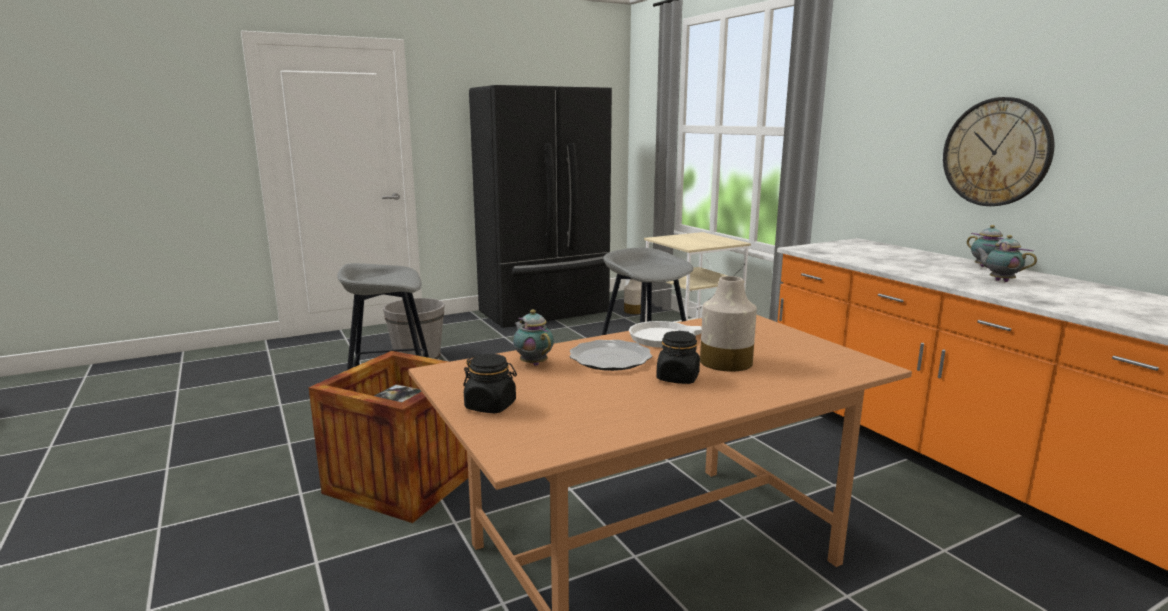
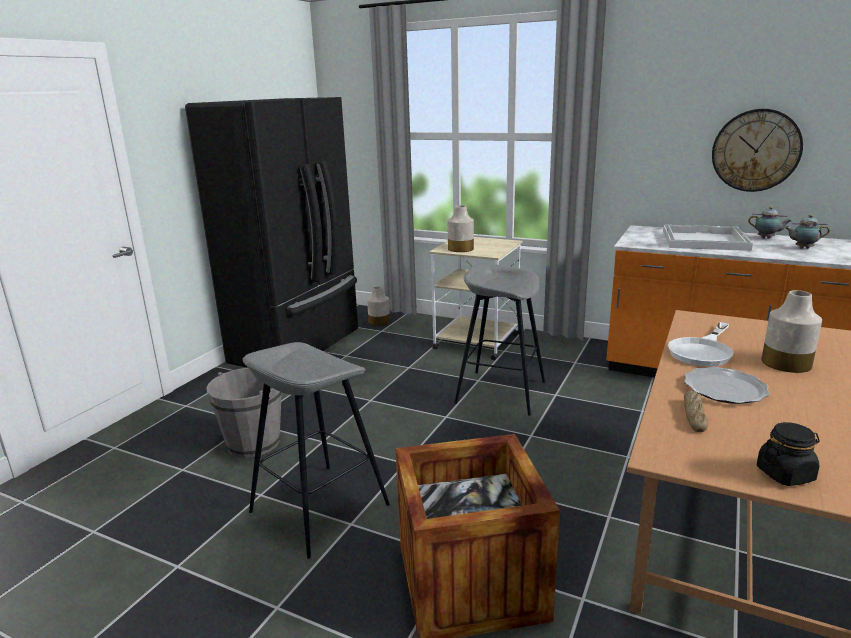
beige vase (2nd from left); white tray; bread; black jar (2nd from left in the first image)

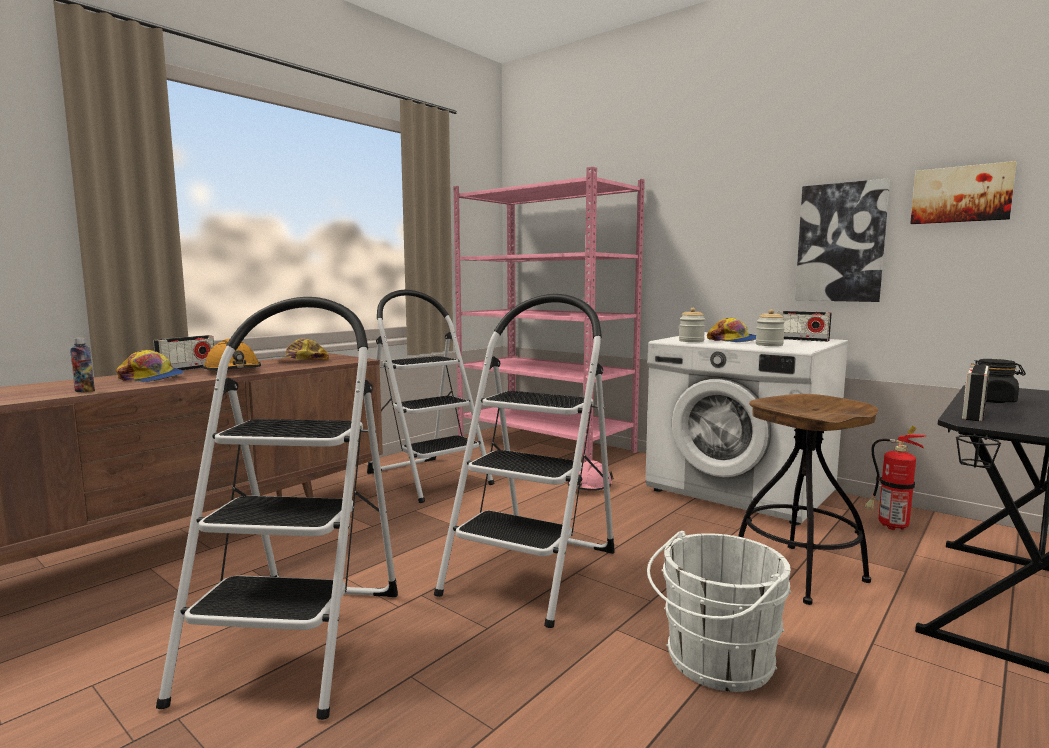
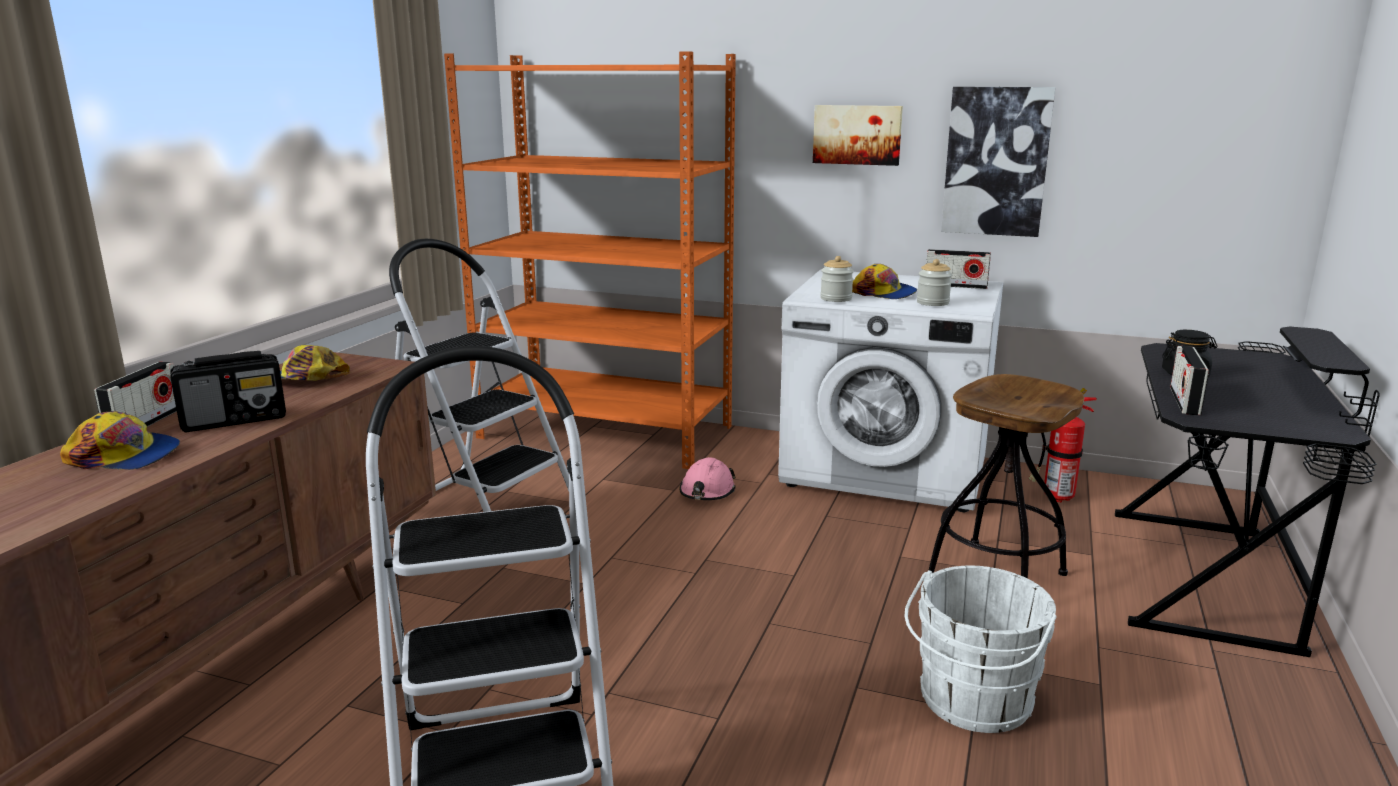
radio (2nd from left); orange bookcase; picture (1st from left); bottle; step ladder (3rd from left in the first image)

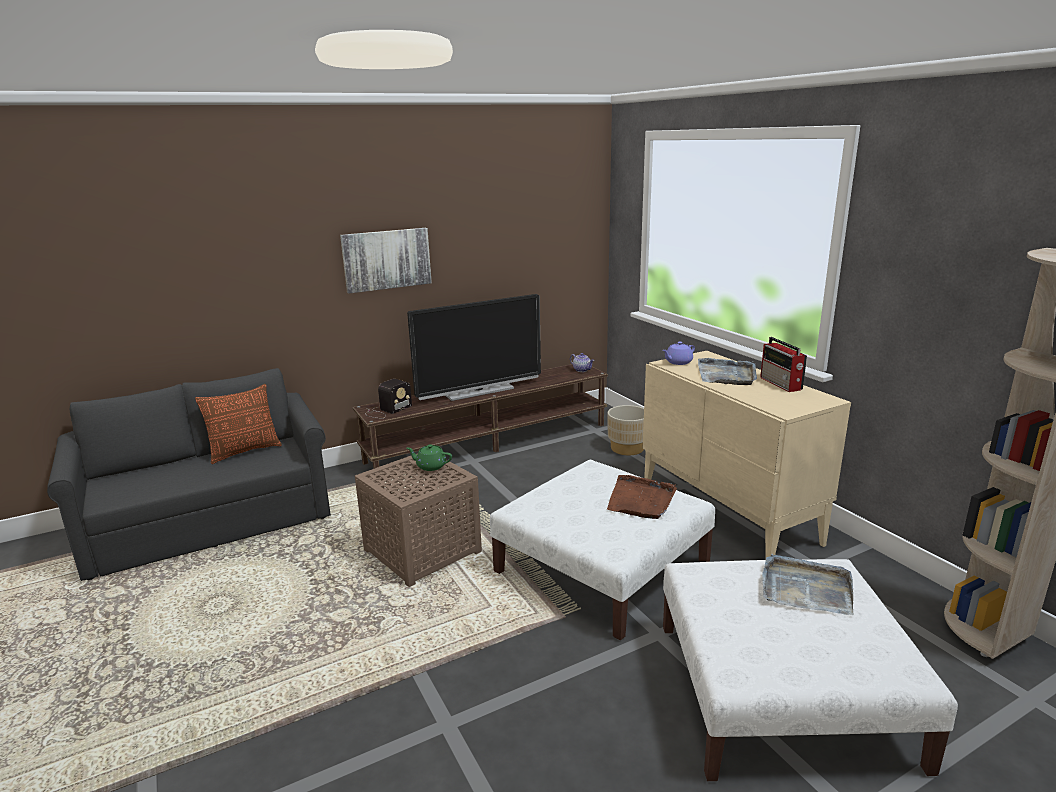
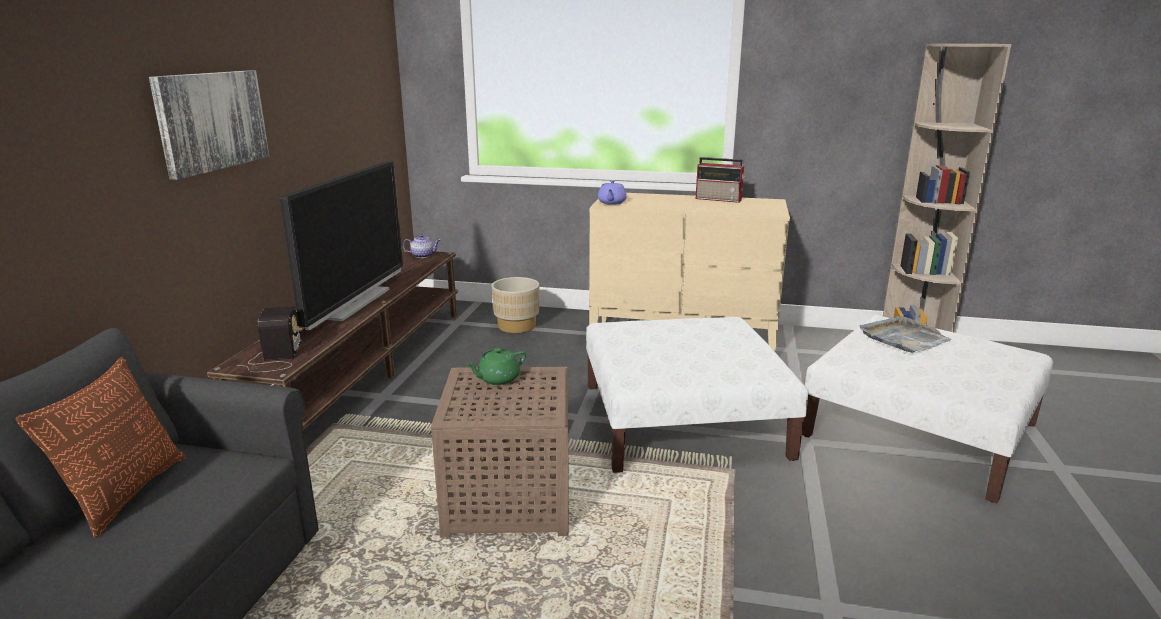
brown tray; grey tray (1st from left in the first image)

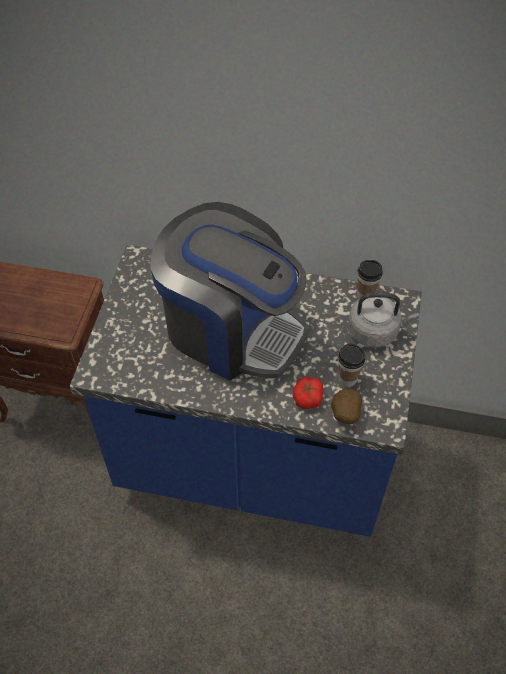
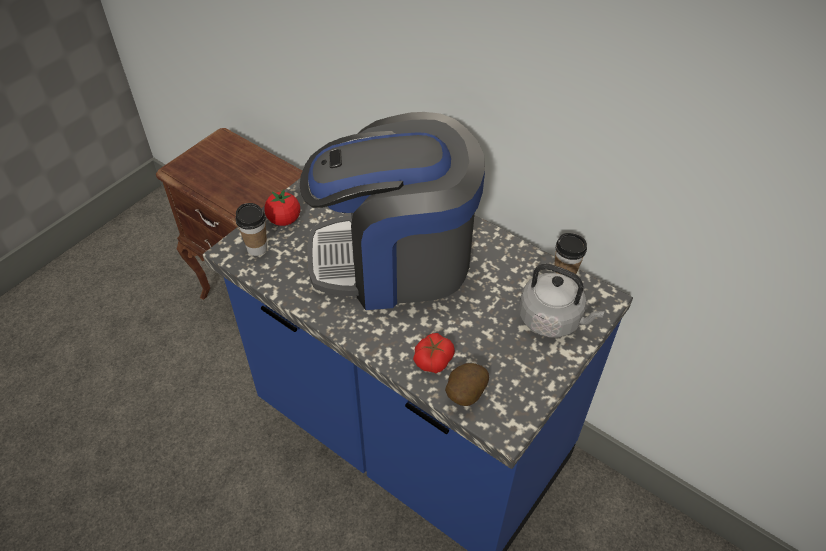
cup (1st from left); tomato (1st from left); coffee machine

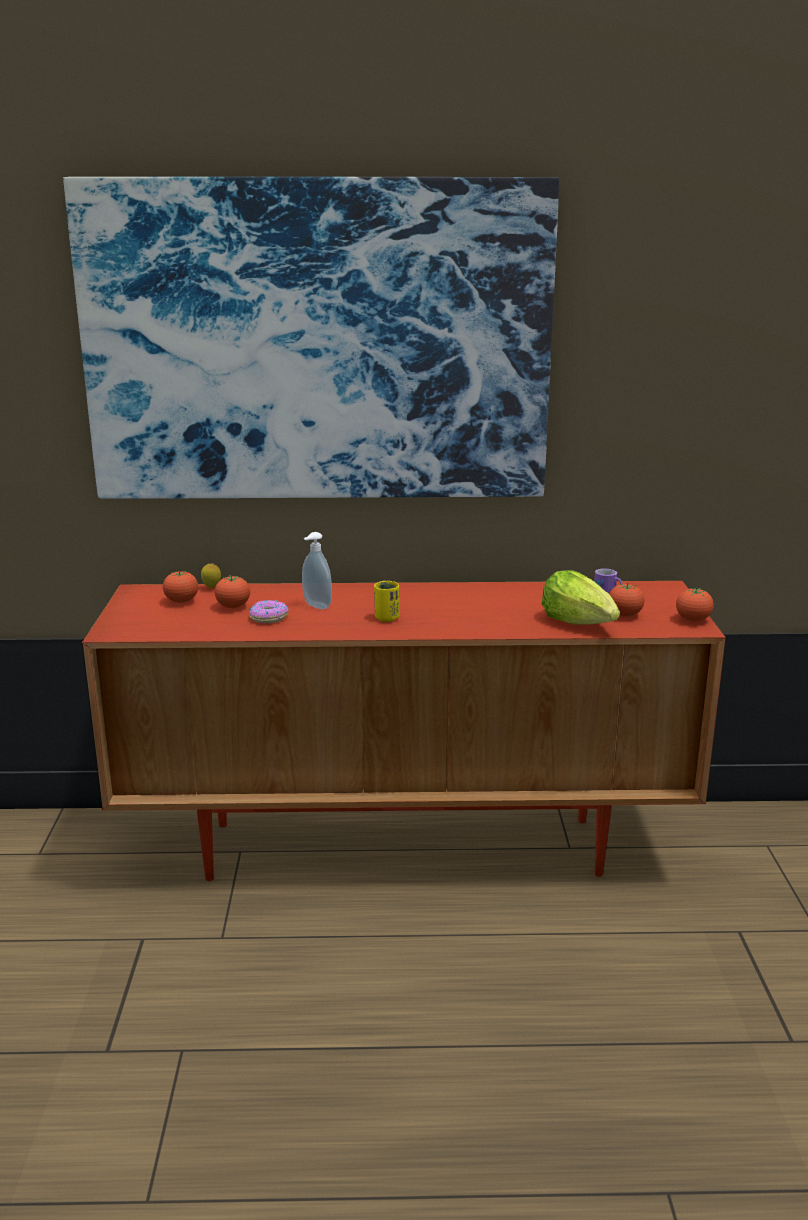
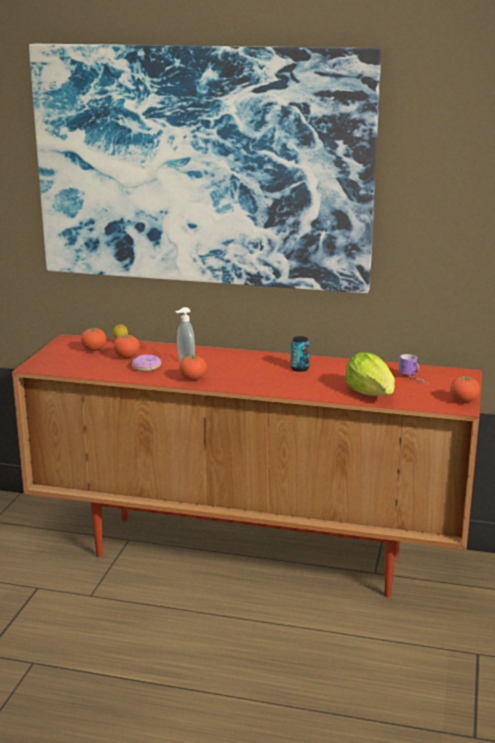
tomato (3rd from left); can; yellow cup

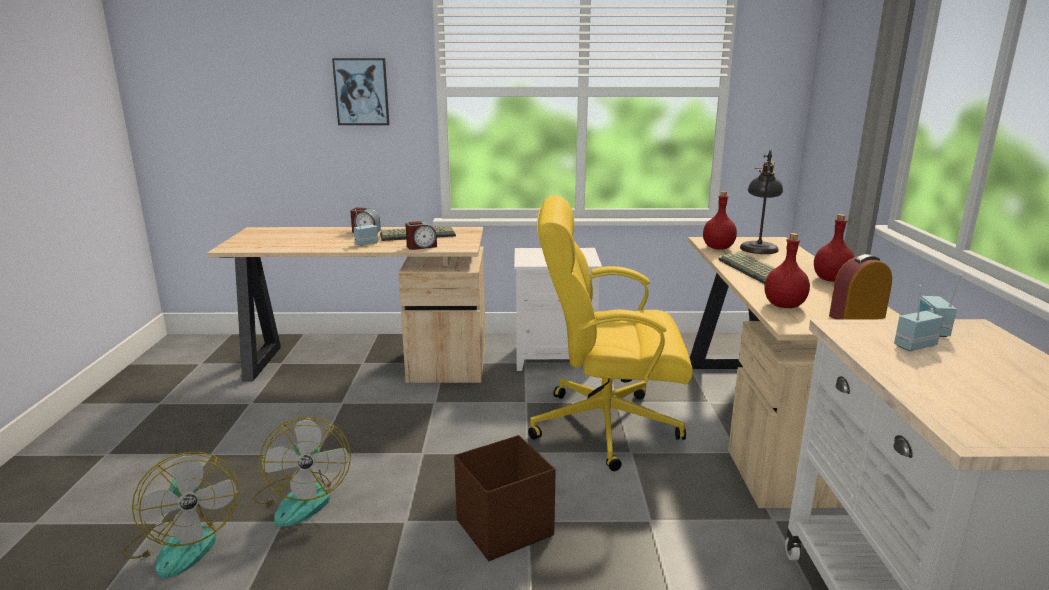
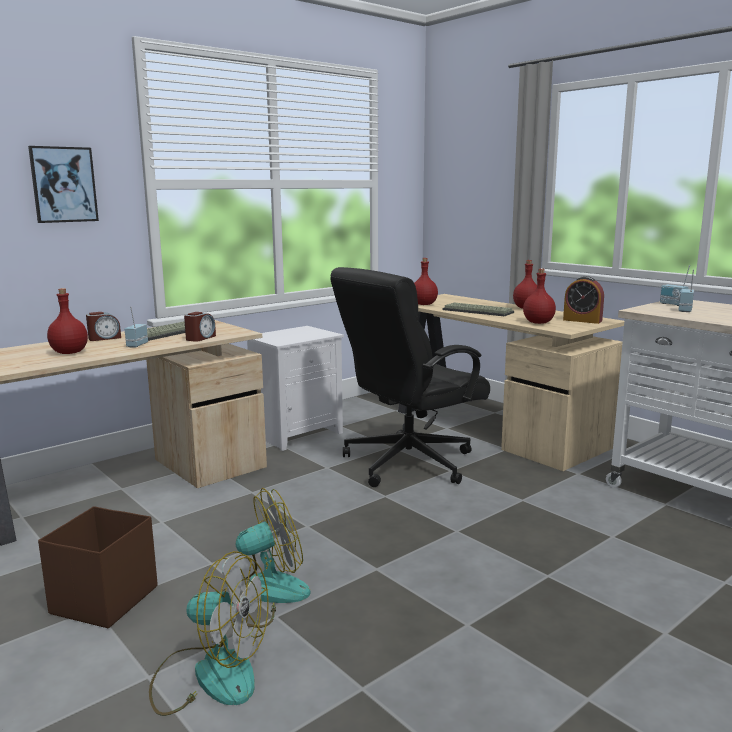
brown storage box; red bottle (1st from left); fan (2nd from left); black office chair; alarm clock (3rd from left); grey table lamp

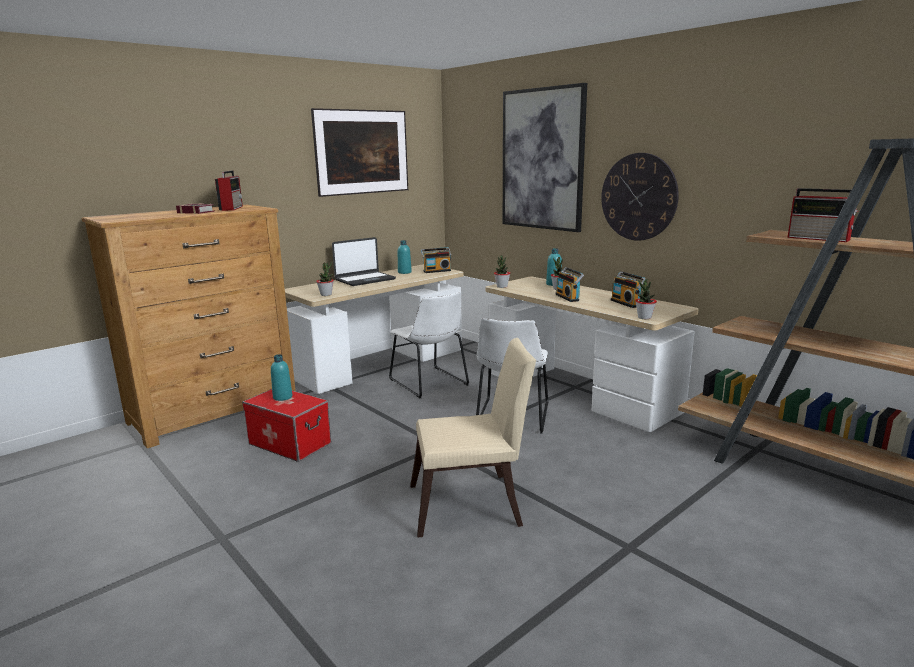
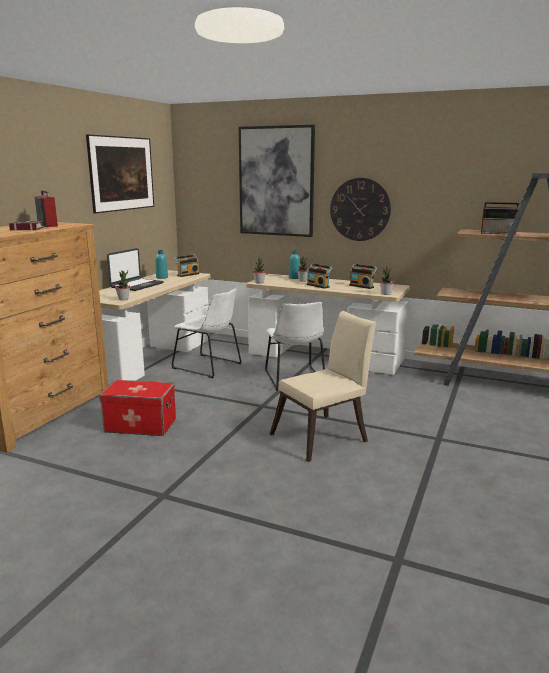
turquoise bottle (1st from left in the first image)

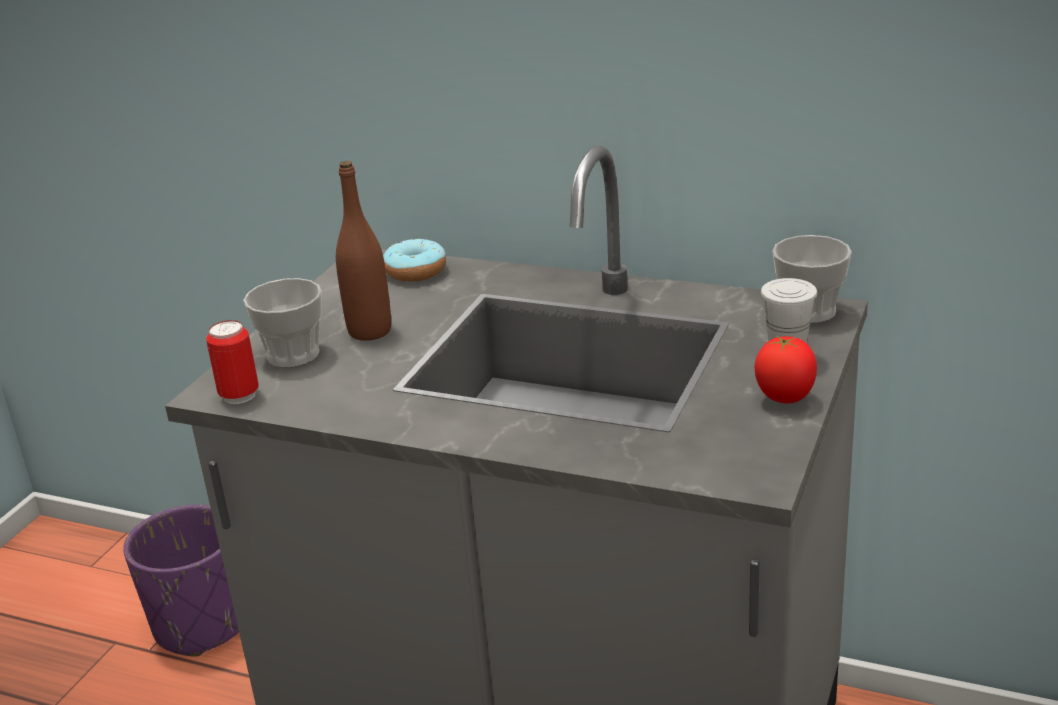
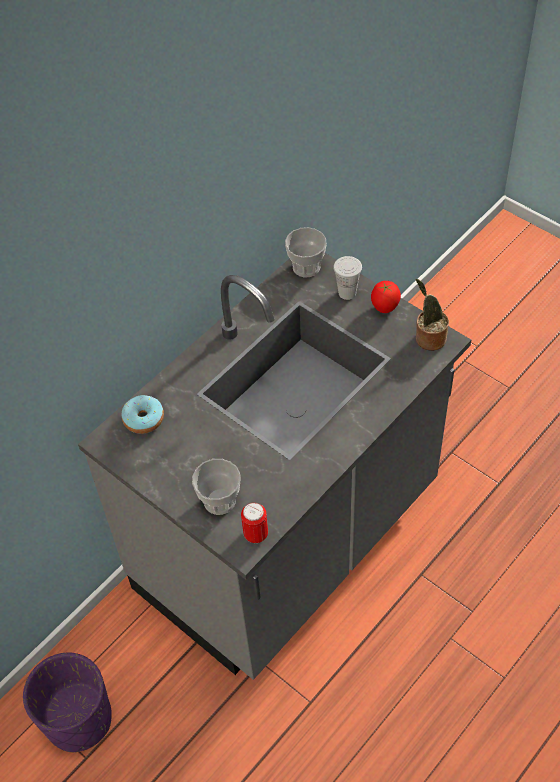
potted plant; brown bottle

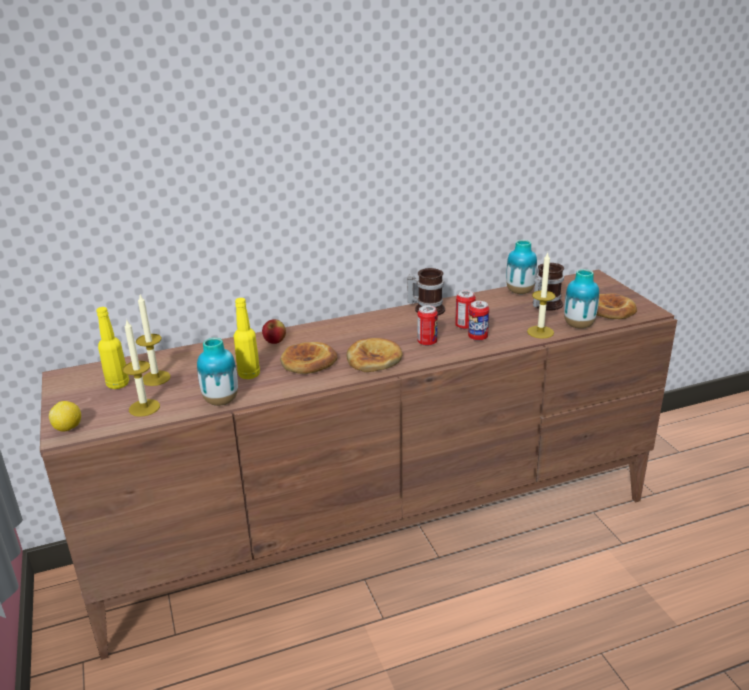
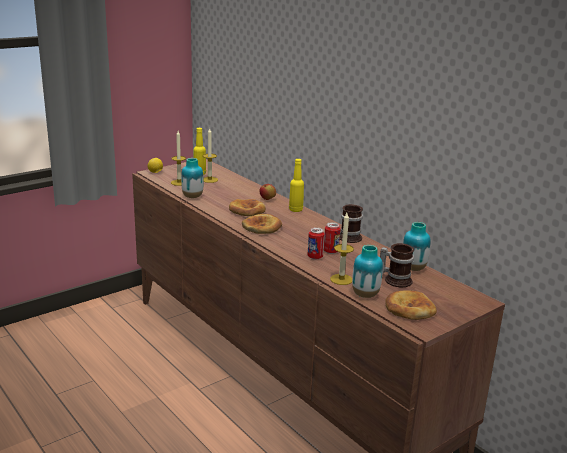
yellow bottle (2nd from left); can (1st from left in the first image)

